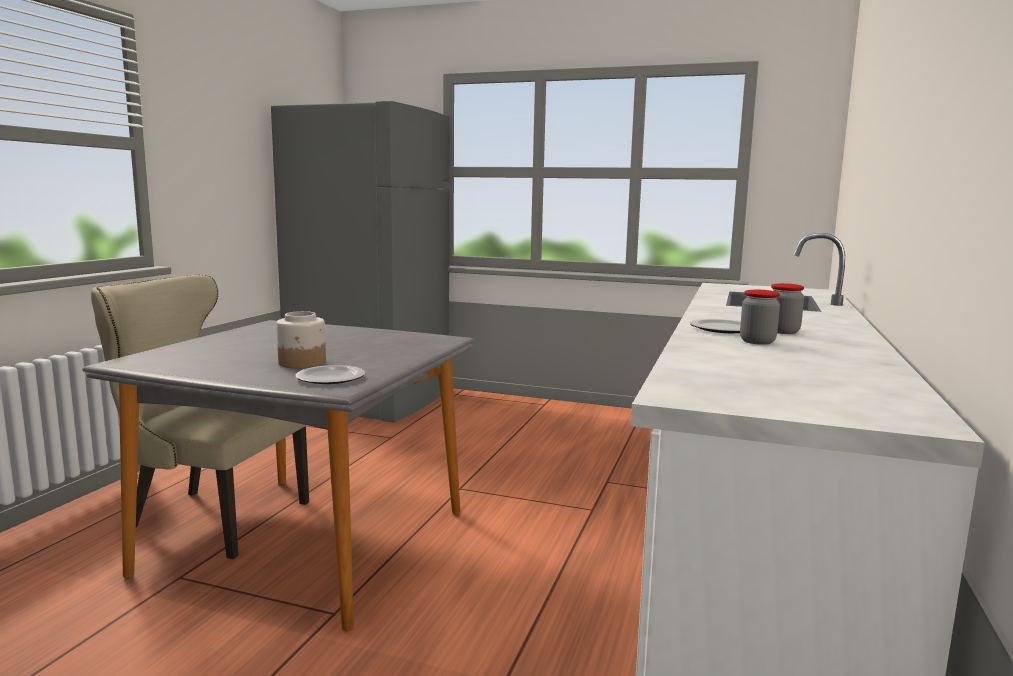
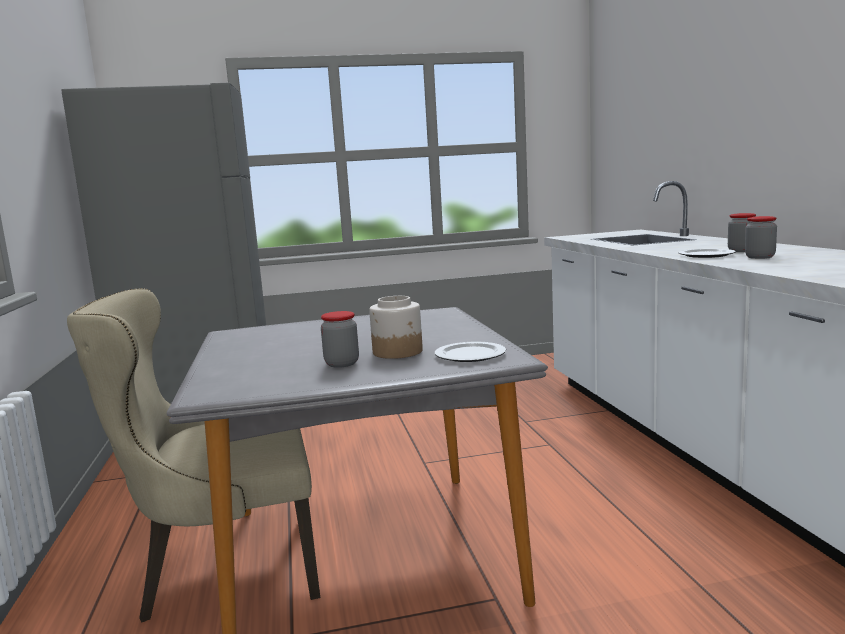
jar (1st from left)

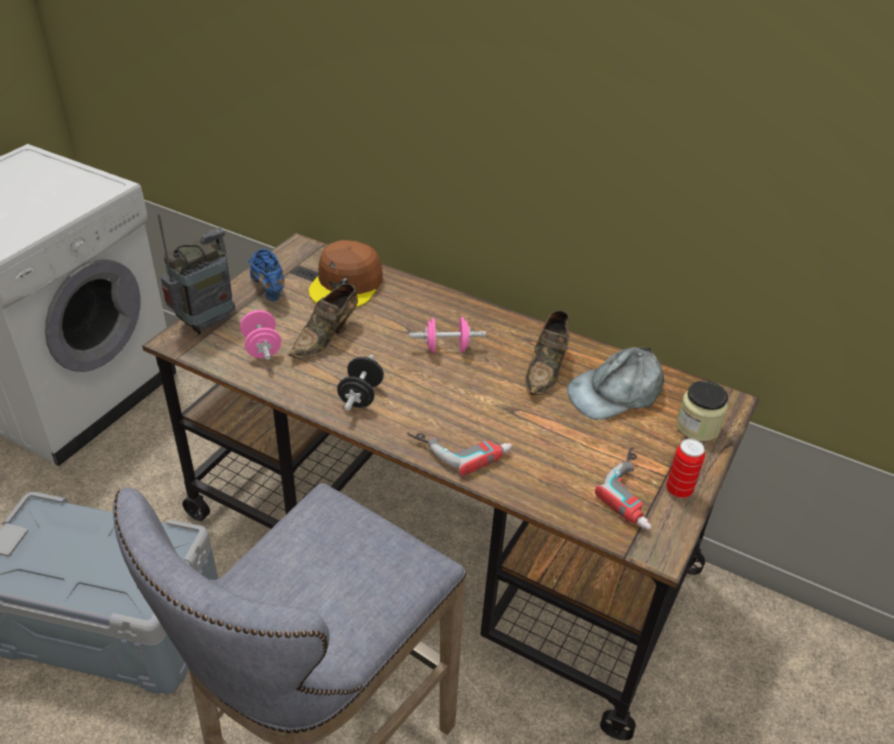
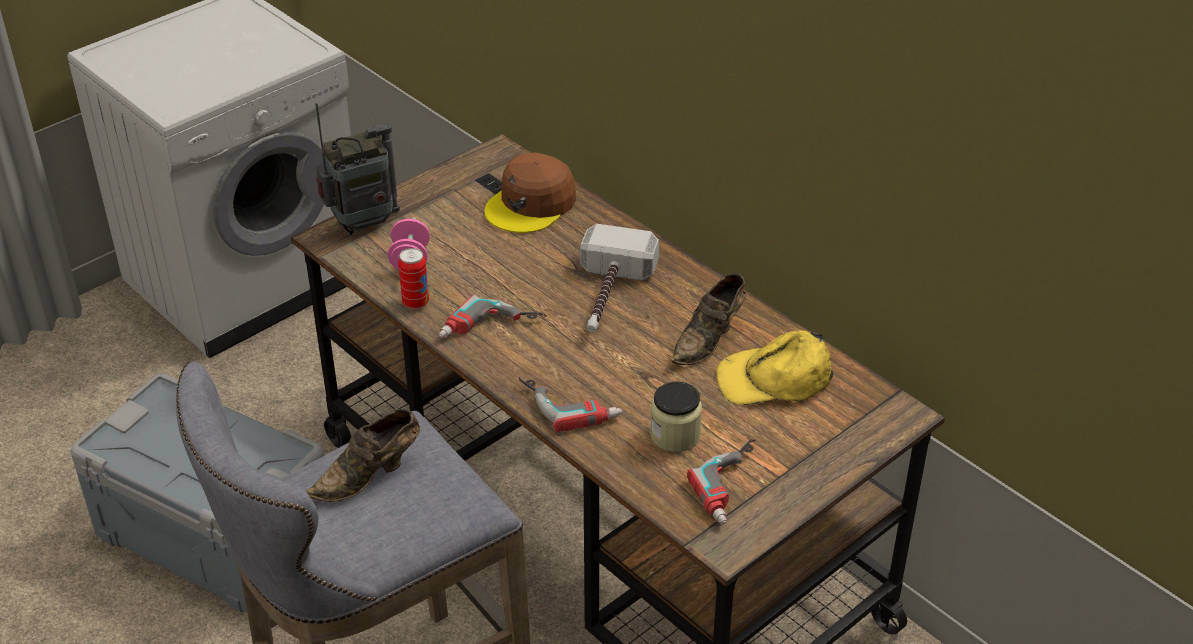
brown shoe (1st from left); can; power drill (1st from left); hammer; jar; yellow cap; blue shoe

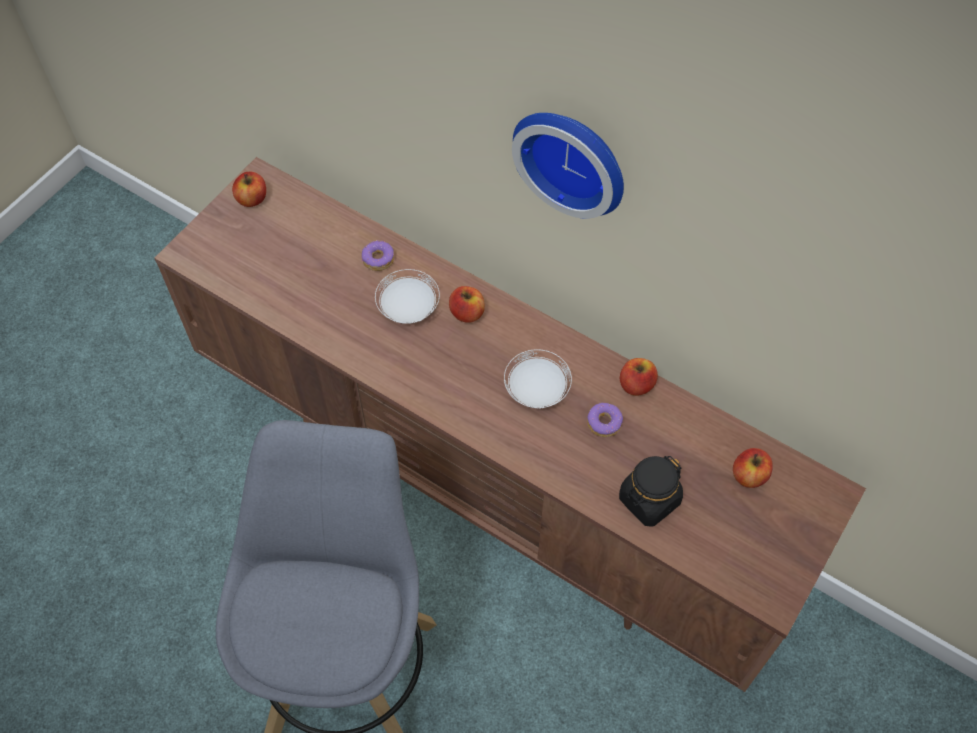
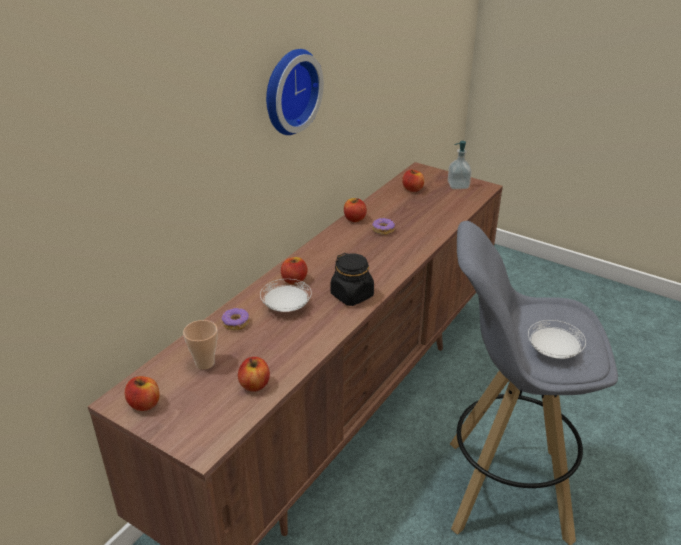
cup; apple (2nd from left); black jar; soap dispenser; white plate (2nd from left)

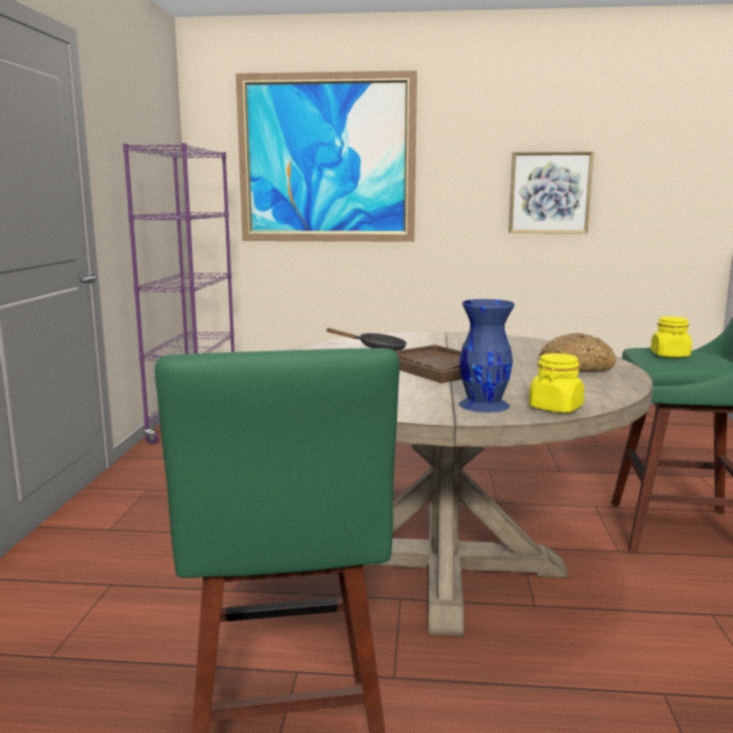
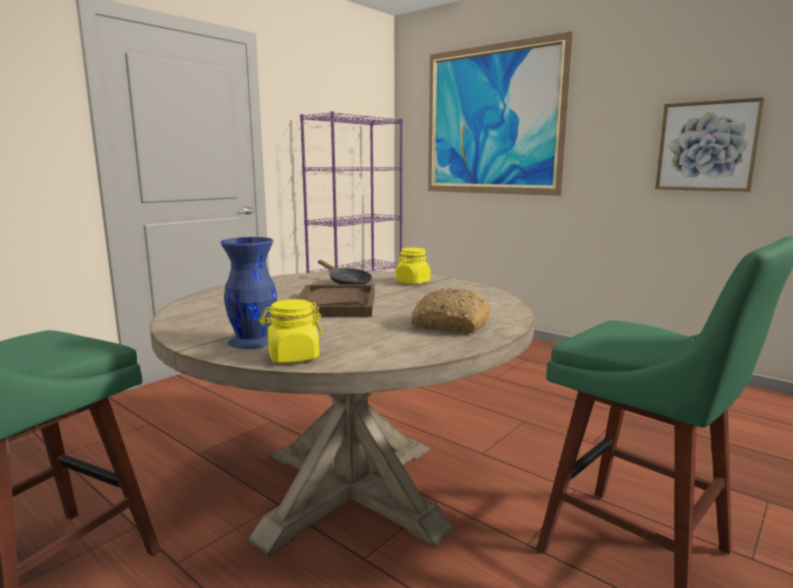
yellow jar (2nd from left)

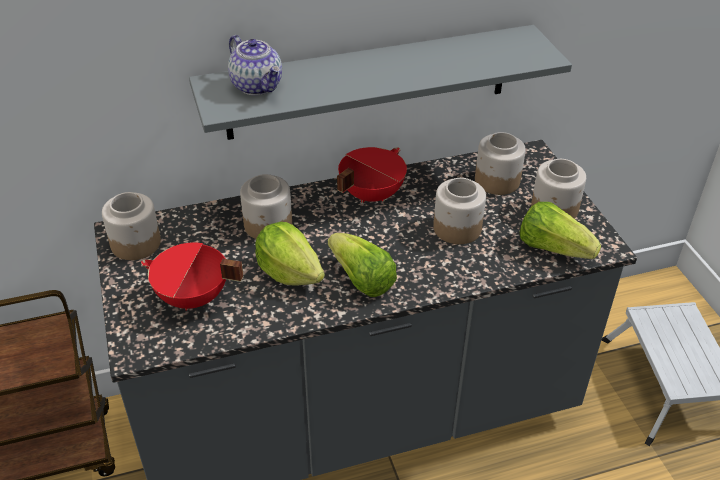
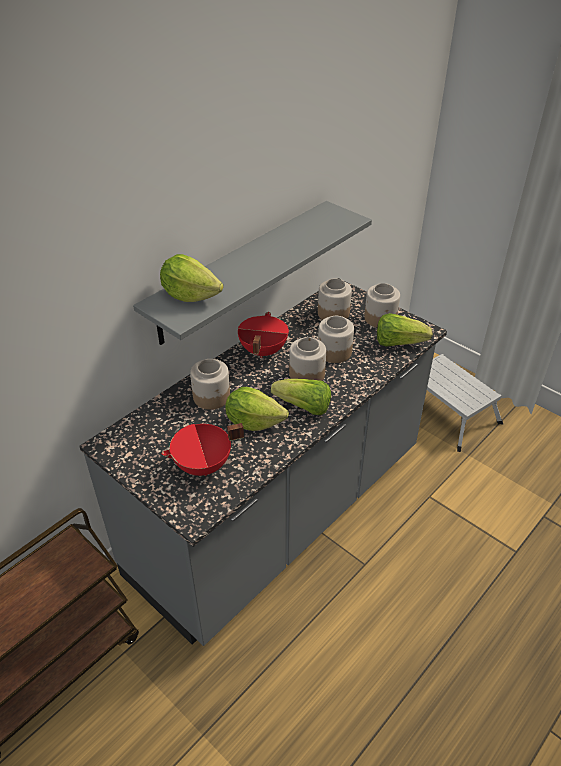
lettuce (1st from left); jar (2nd from left)

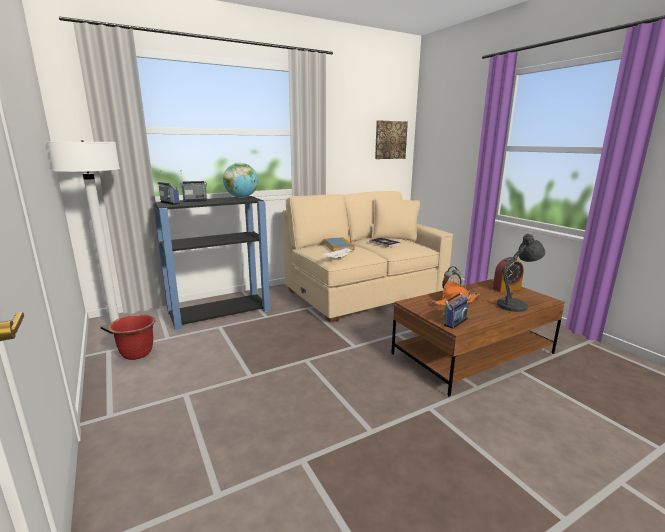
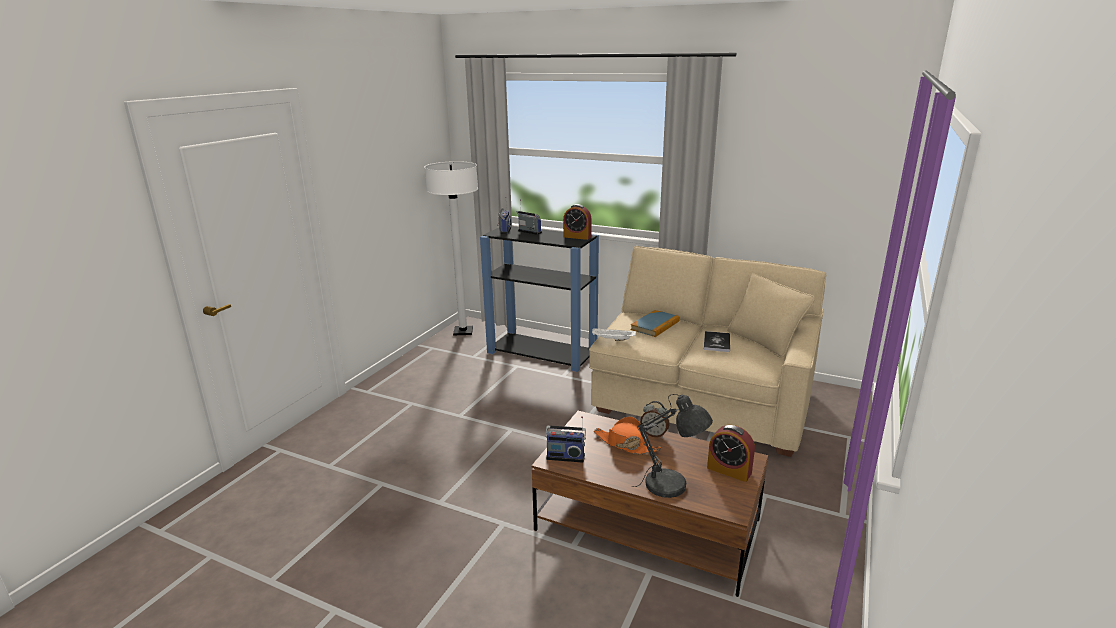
alarm clock (1st from left); red planter; picture

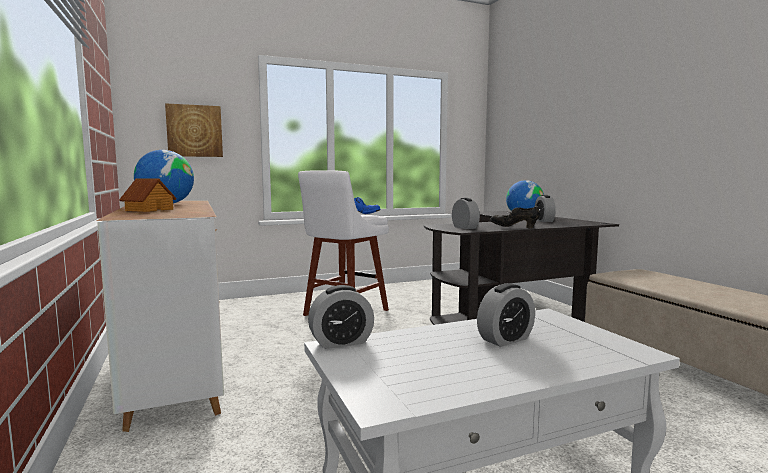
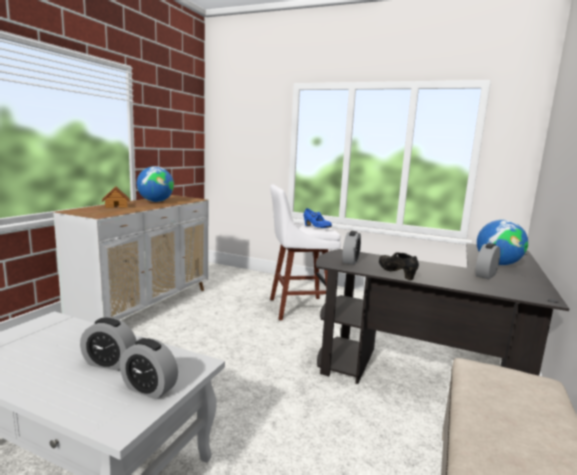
alarm clock (2nd from left); picture

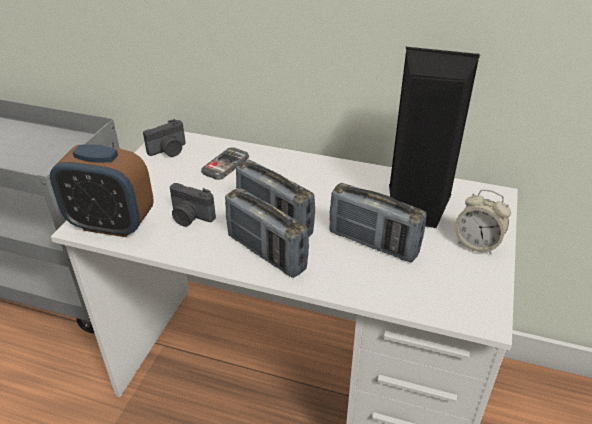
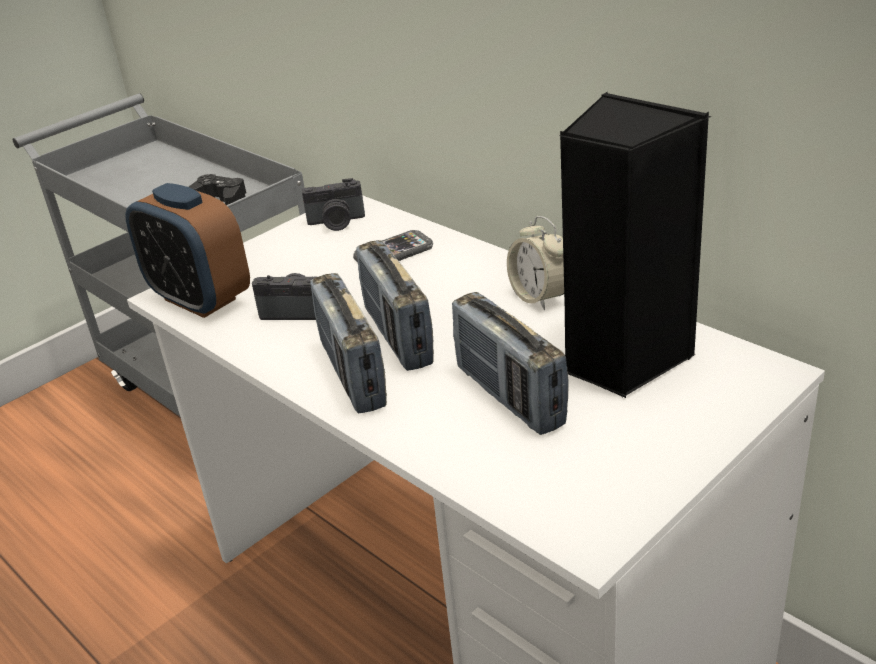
black game controller; photo camera (1st from left); alarm clock (2nd from left)

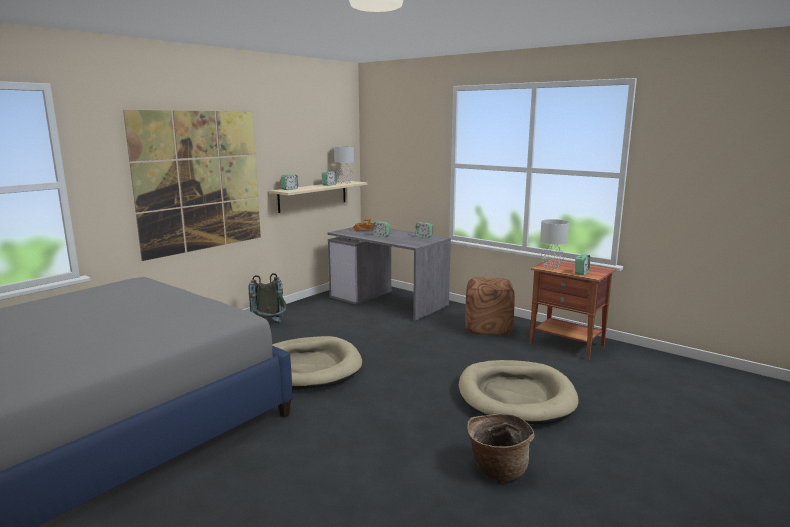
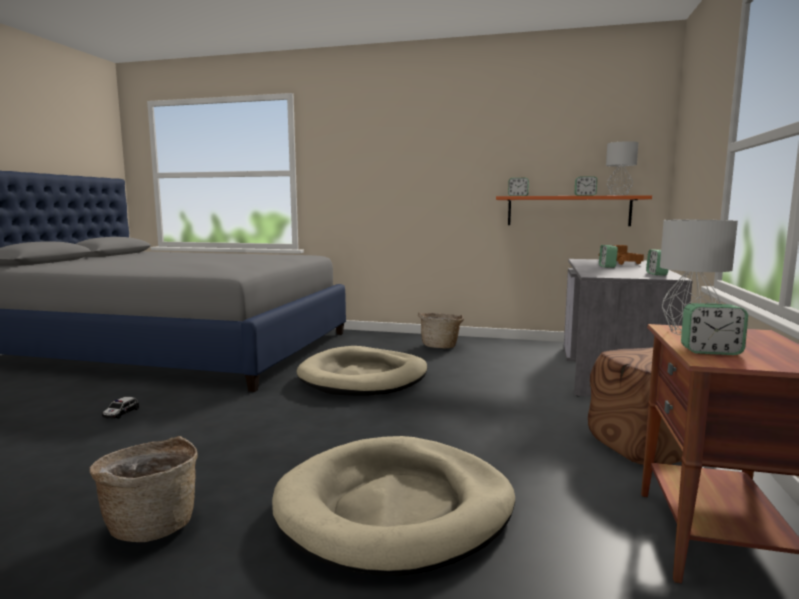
toy car; basket (2nd from left); orange shelf; picture

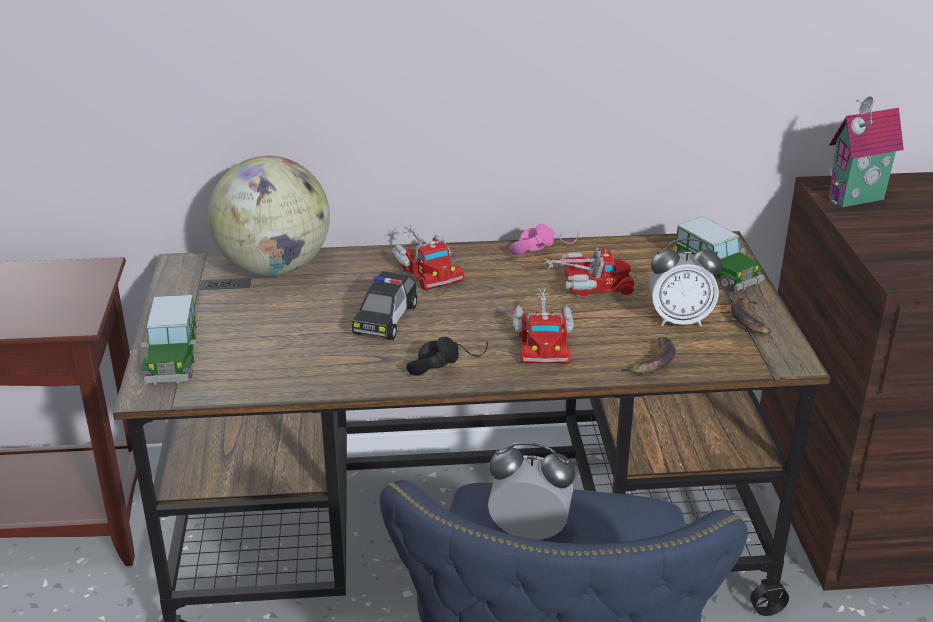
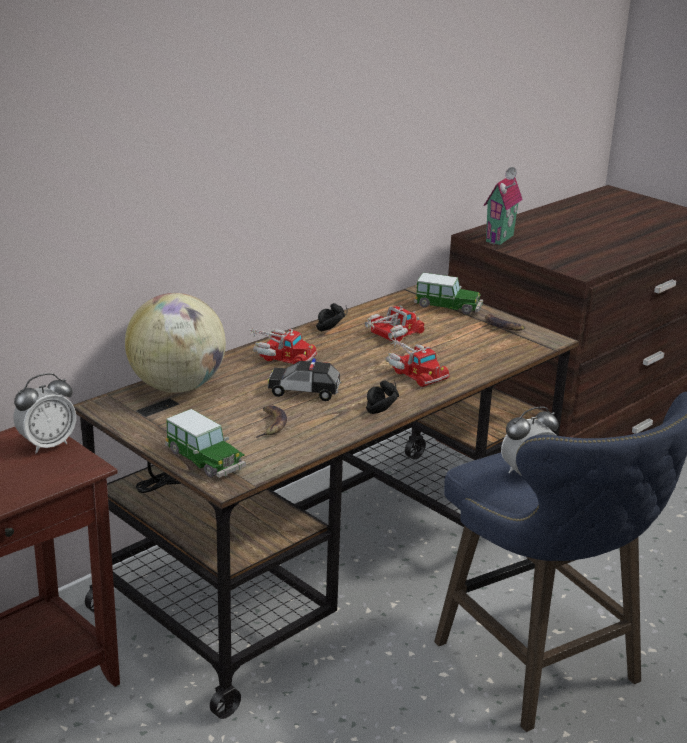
alarm clock (1st from left); banana (1st from left); toy car (2nd from left); black headphones (1st from left)

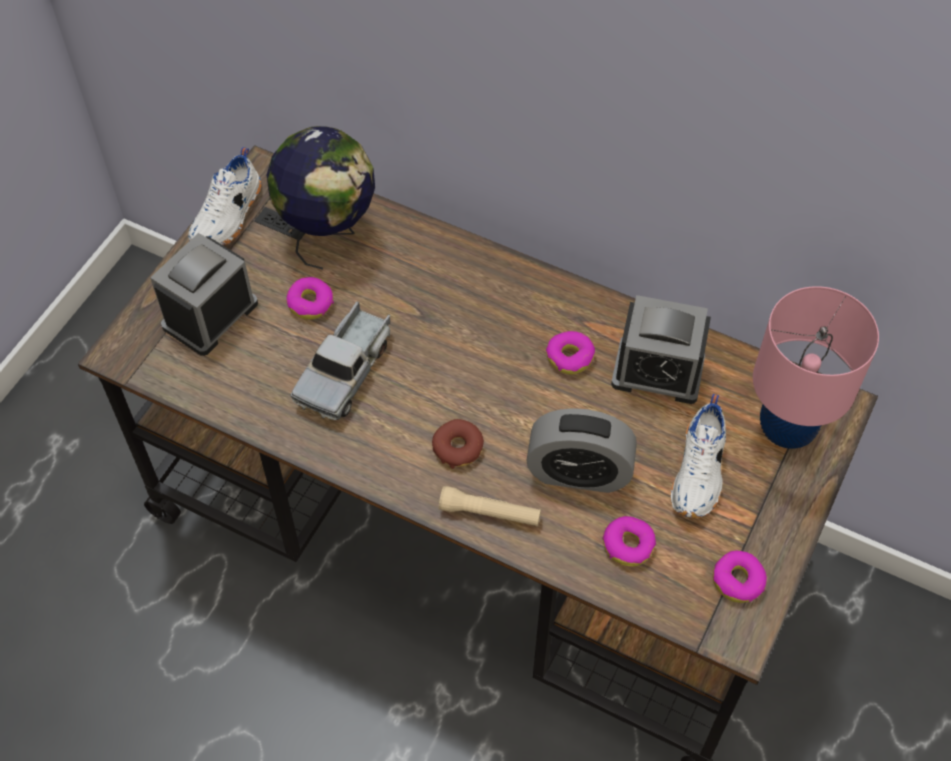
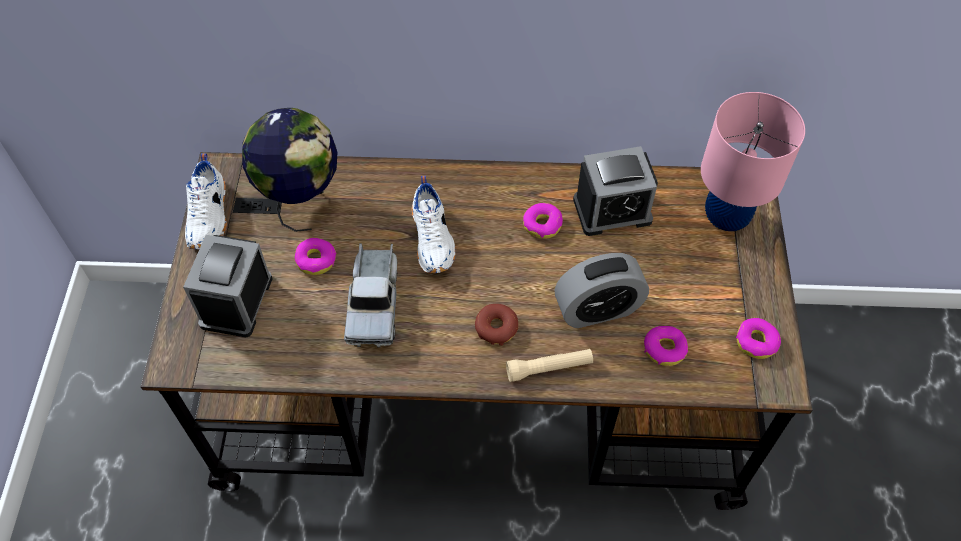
white shoe (2nd from left)

